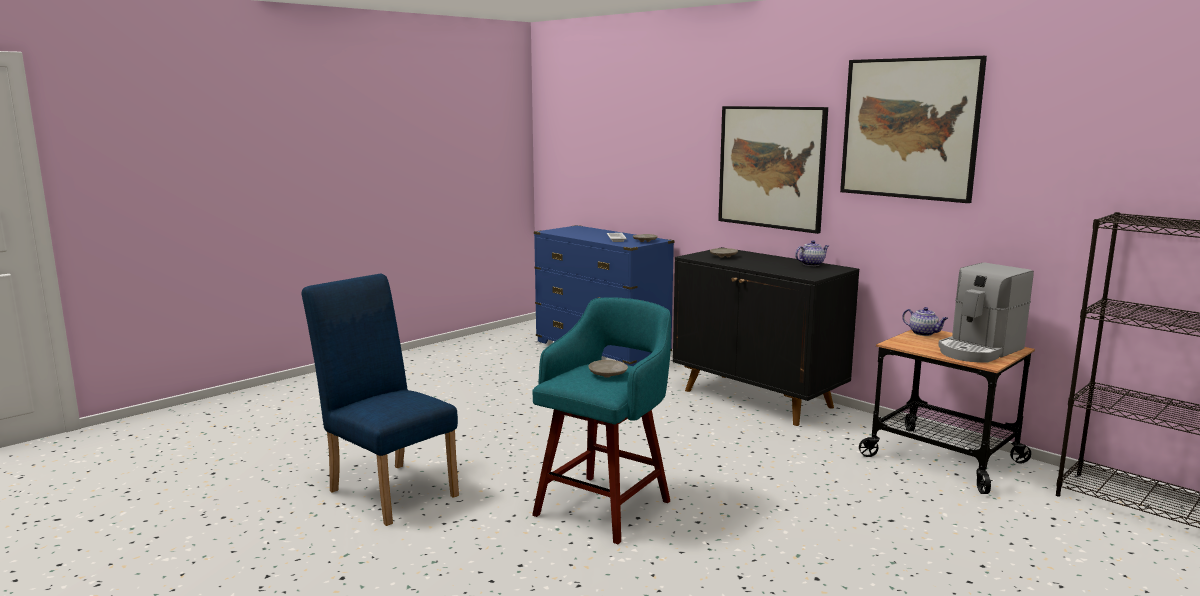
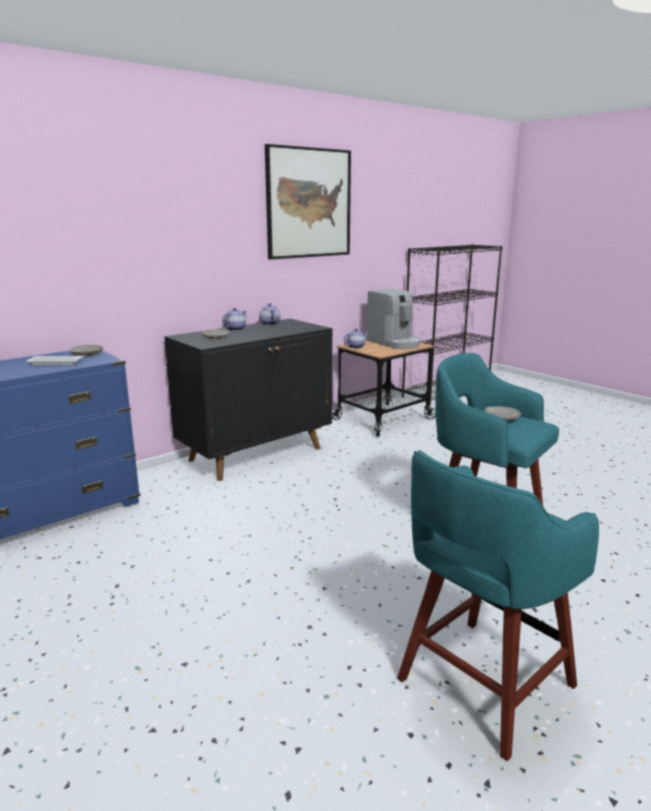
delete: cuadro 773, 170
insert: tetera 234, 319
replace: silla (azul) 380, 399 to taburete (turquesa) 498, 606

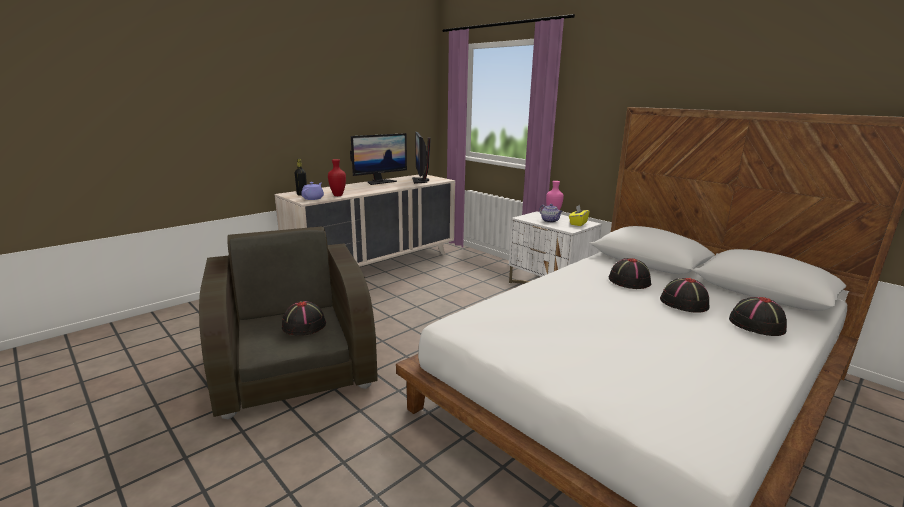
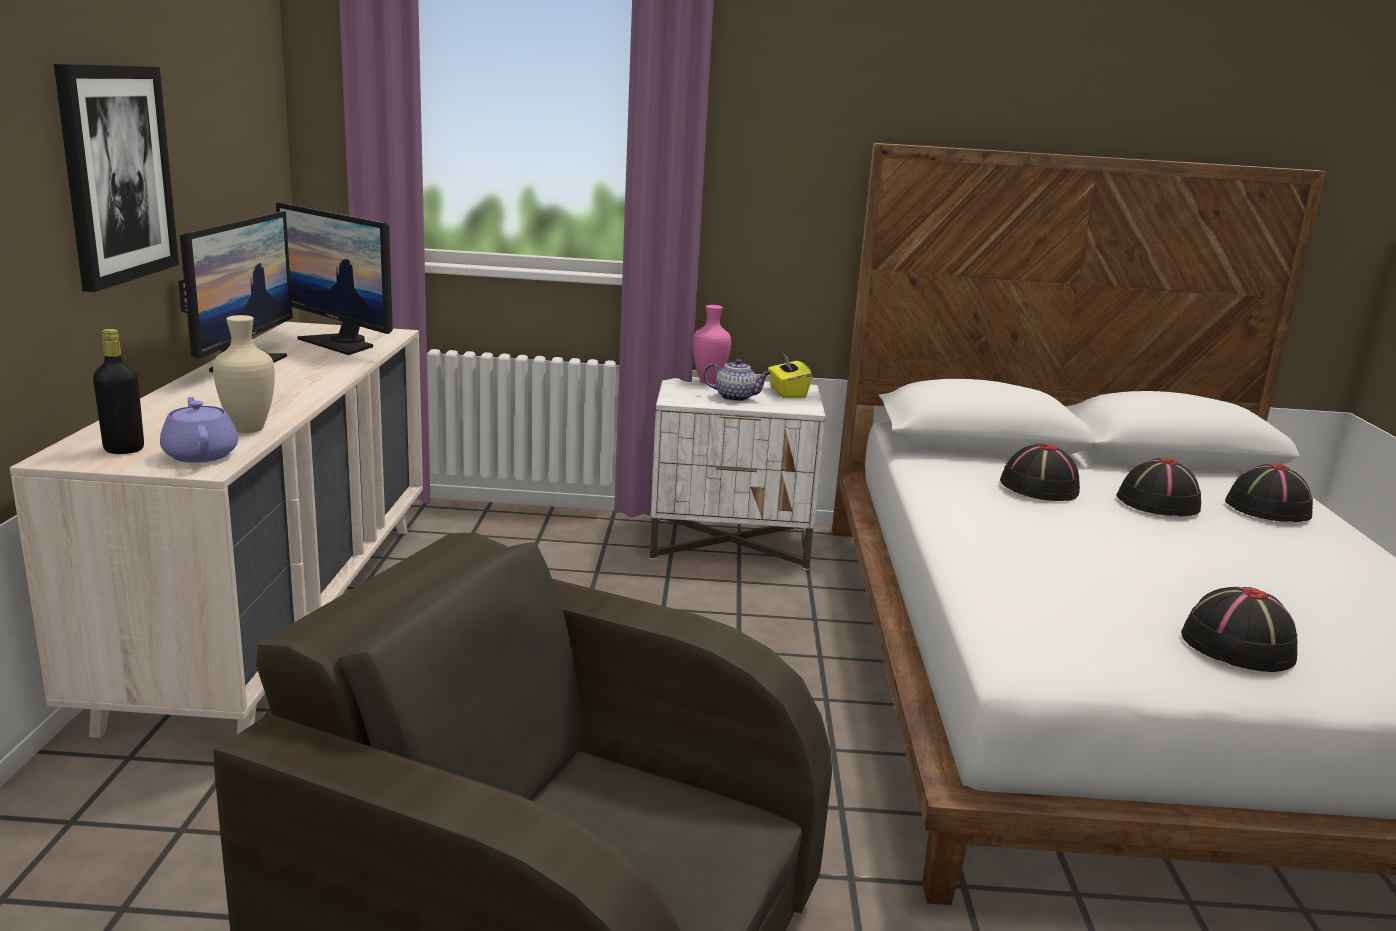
insert: cuadro 116, 178
move: sombrero (negro) 304, 318 to 1239, 629
recolor: florero (rojo) 337, 177 to florero (beis) 244, 374

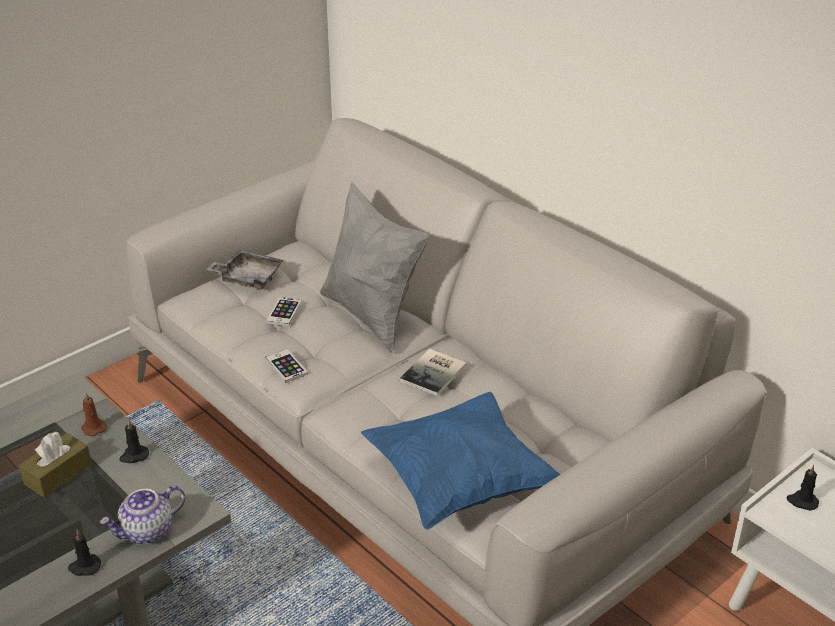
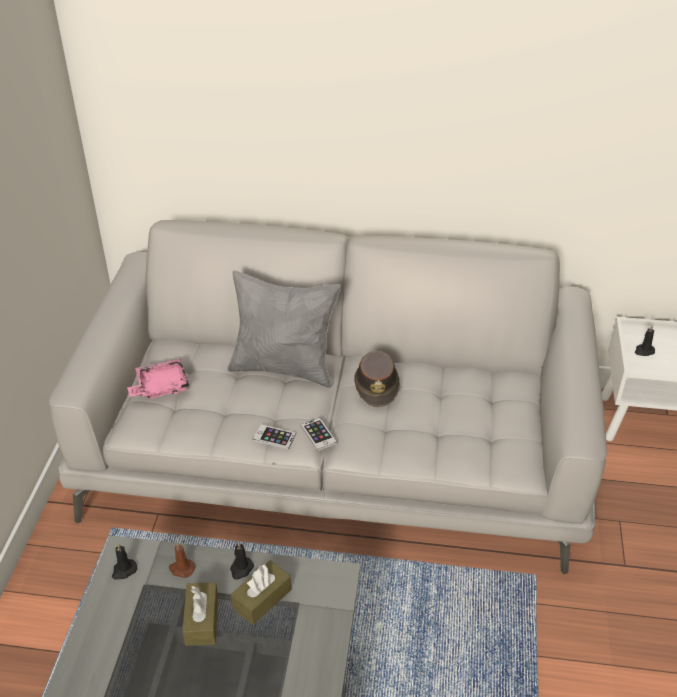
delete: tetera 142, 514; cojín (azul) 460, 461
insert: caja de pañuelos (marrón) 261, 592
move: vela (negro) 84, 553 to 124, 561; móvil 284, 311 to 319, 434
replace: libro 432, 372 to sombrero (marrón) 377, 379
recolor: bandeja (gris) 245, 269 to bandeja (rosa) 158, 379

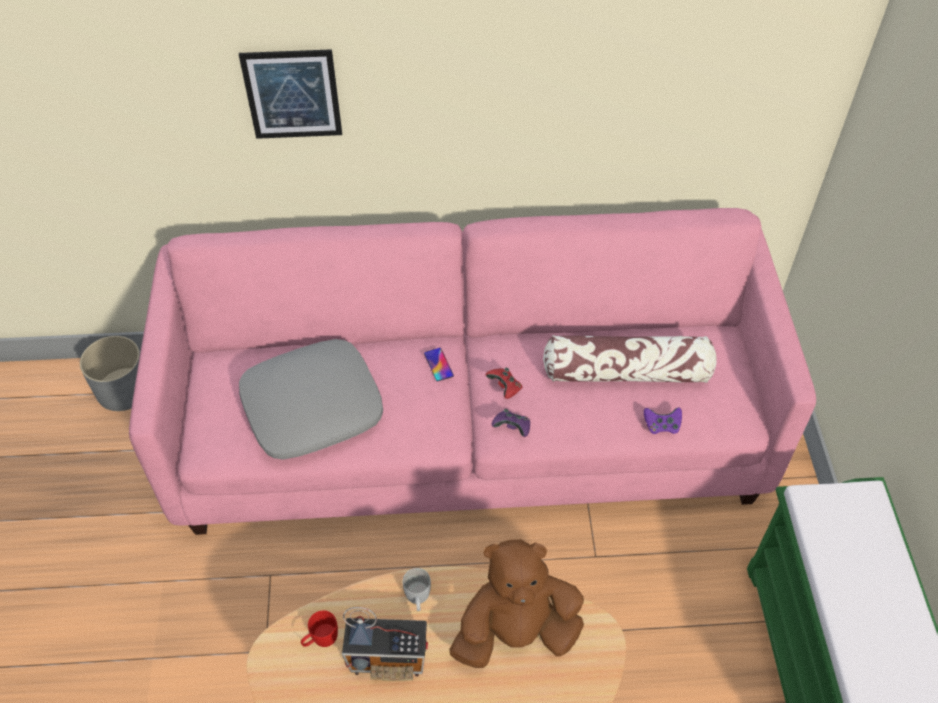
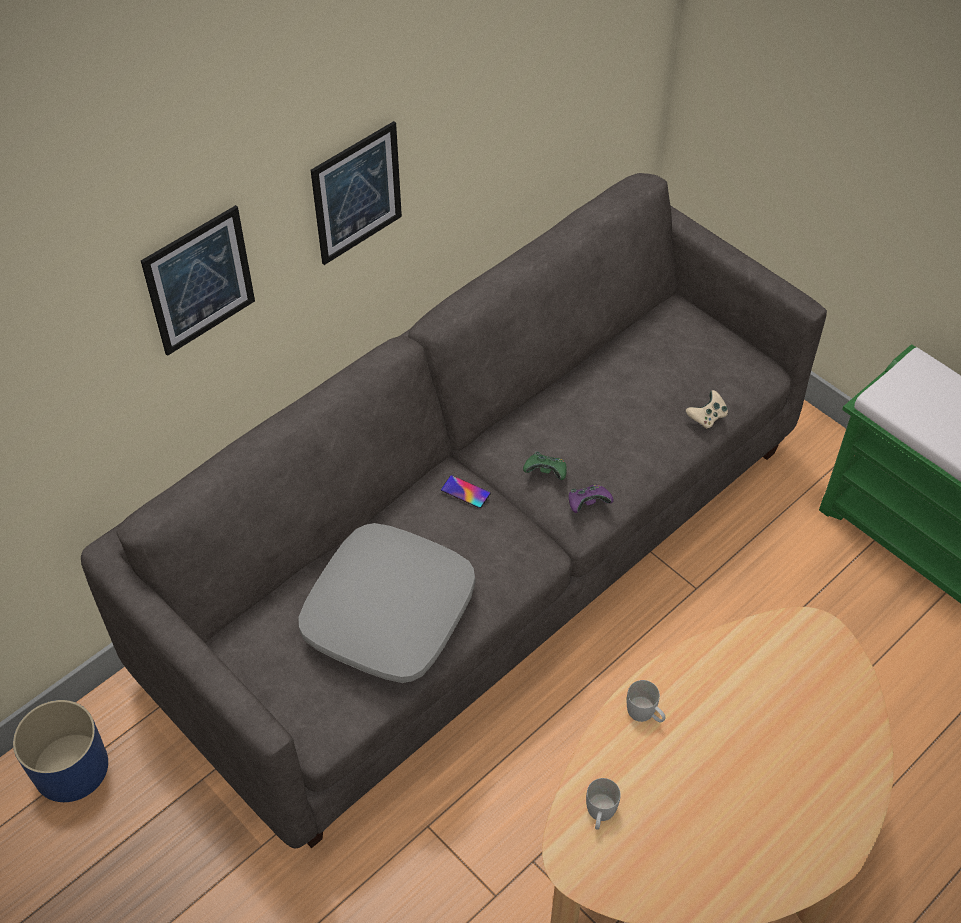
delete: radio 385, 644; peluche (marrón) 516, 603; cojín 630, 359
insert: cuadro 356, 193
recolor: maceta (gris) 110, 373 to maceta (azul) 60, 751; sofá (rosa) 472, 371 to sofá (gris) 454, 511; taza grande (rojo) 319, 628 to taza grande (blanco) 603, 804; mando de consola (rojo) 504, 383 to mando de consola (verde) 545, 466; mando de consola (morado) 663, 421 to mando de consola (beis) 707, 409

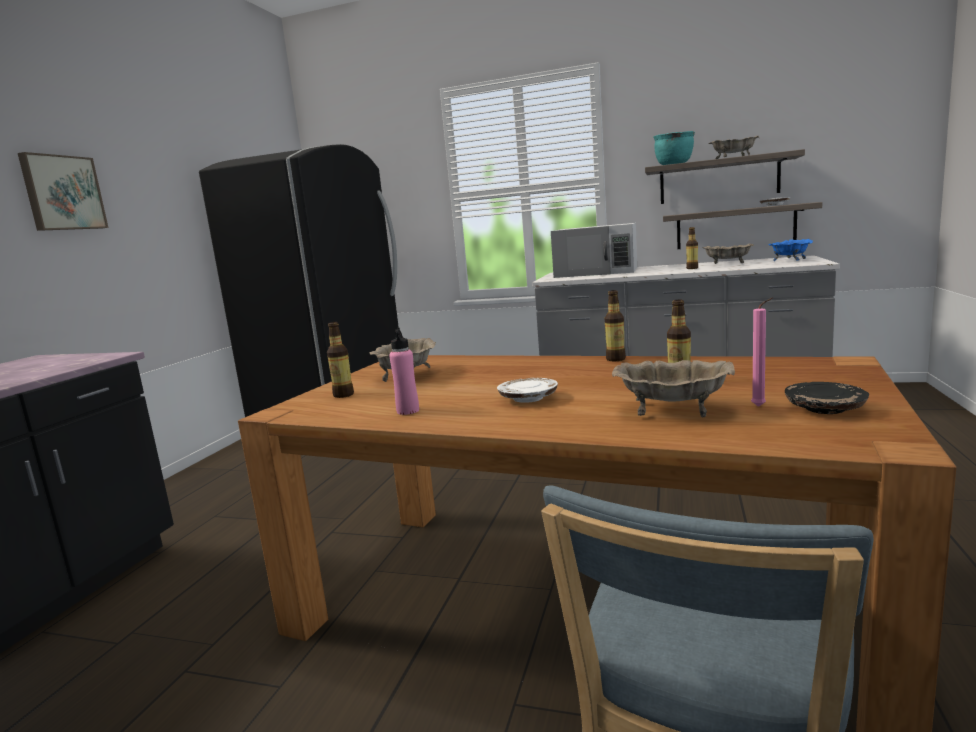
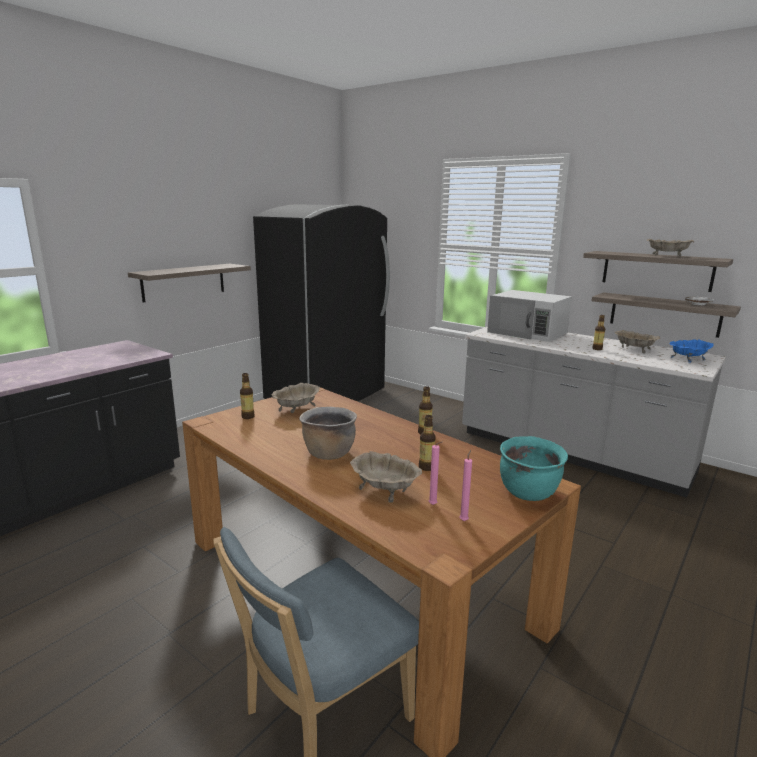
delete: cuadro 63, 191; botella (rosa) 404, 371
insert: estante 189, 283
move: olla (turquesa) 674, 148 to 534, 468
replace: plato (blanco) 527, 390 to olla (marrón) 328, 433; plato (negro) 827, 398 to vela (rosa) 465, 485

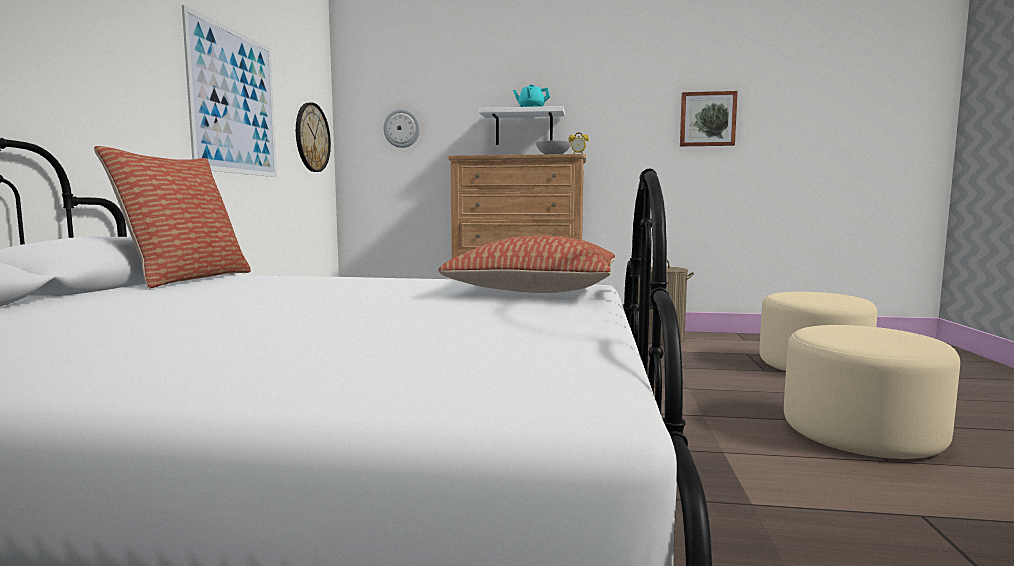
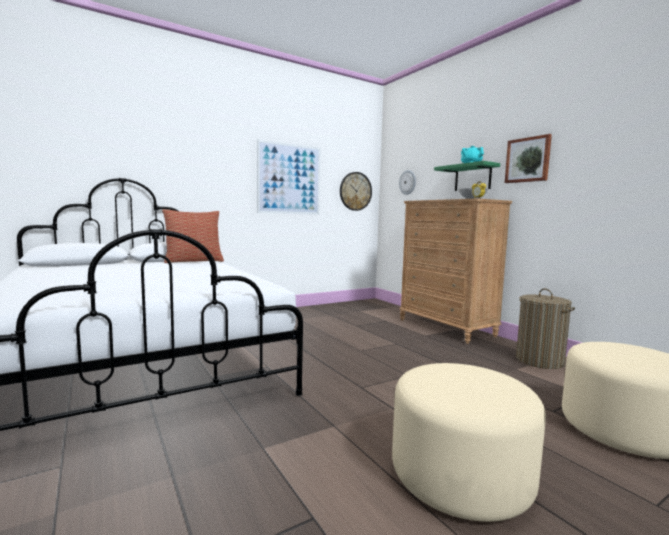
delete: cojín 526, 264
move: cuadro 709, 118 to 528, 158
recolor: estante (blanco) 522, 125 to estante (verde) 467, 176

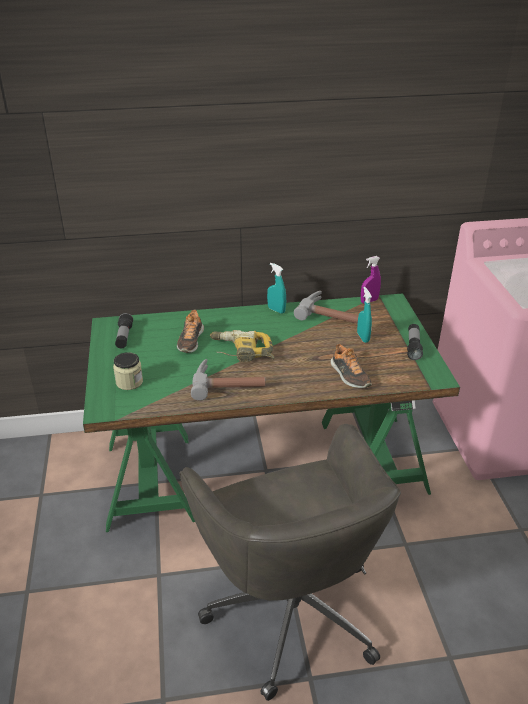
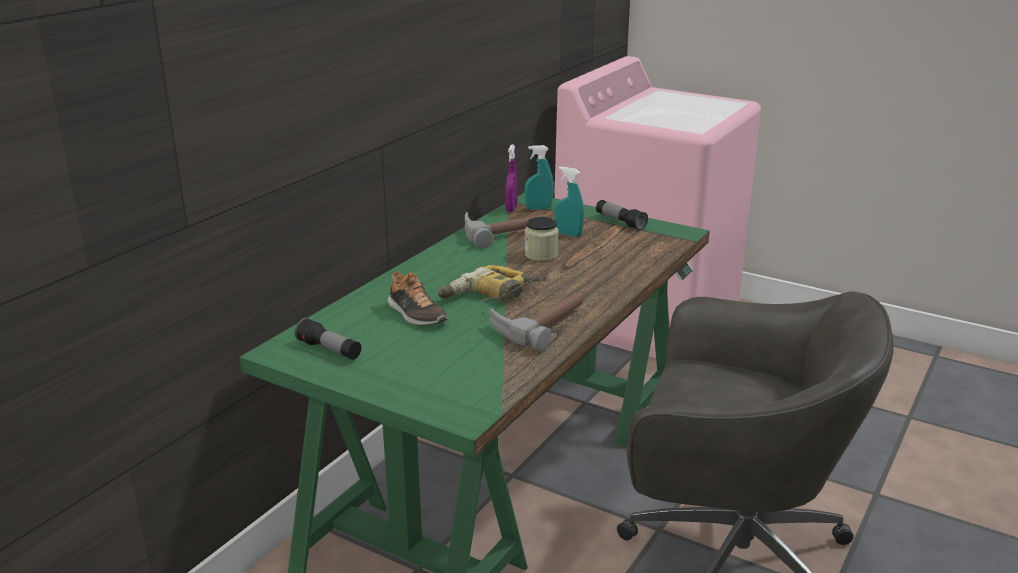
delete: zapato 351, 365
move: tarro 128, 371 to 541, 239; pulverizador (turquesa) 276, 288 to 539, 177

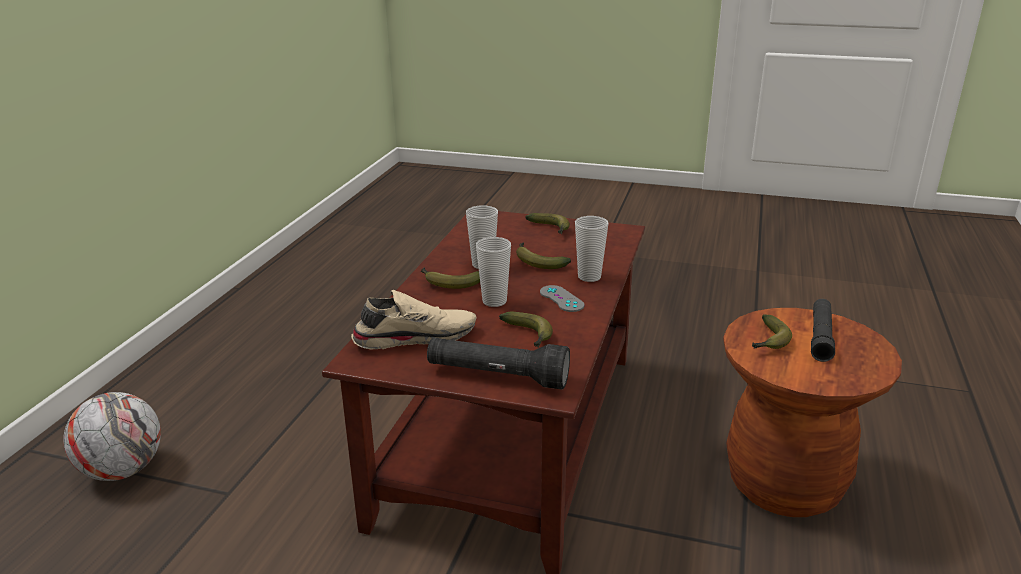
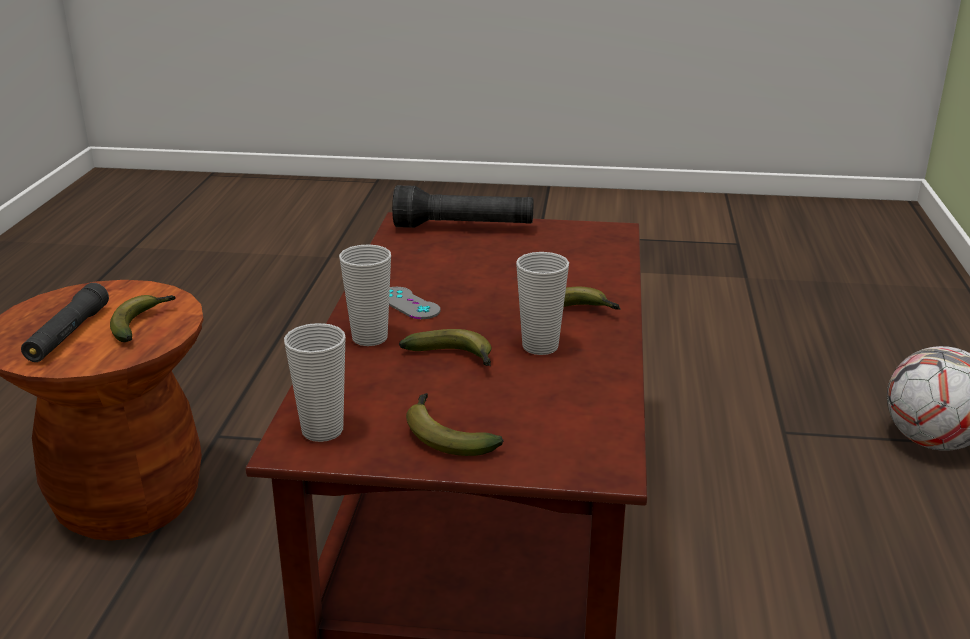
delete: zapato (beis) 414, 320; plátano 526, 330
move: taza 493, 272 to 314, 382

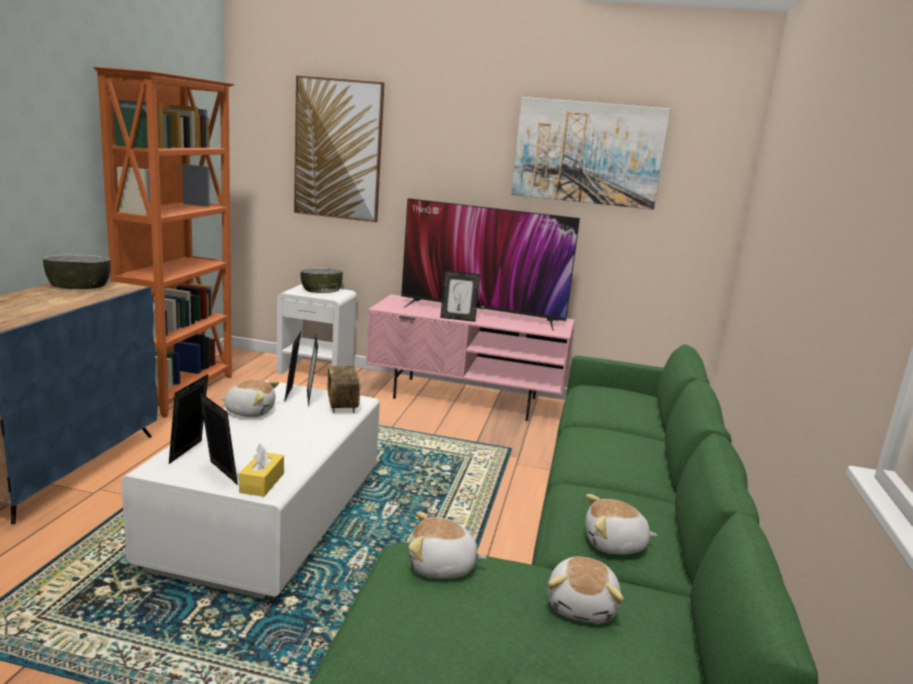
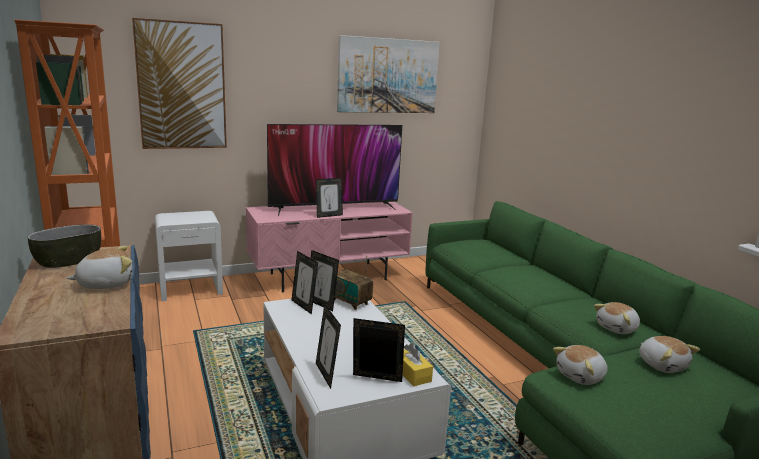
delete: cuenco 321, 280
move: peluche 250, 398 to 100, 267

